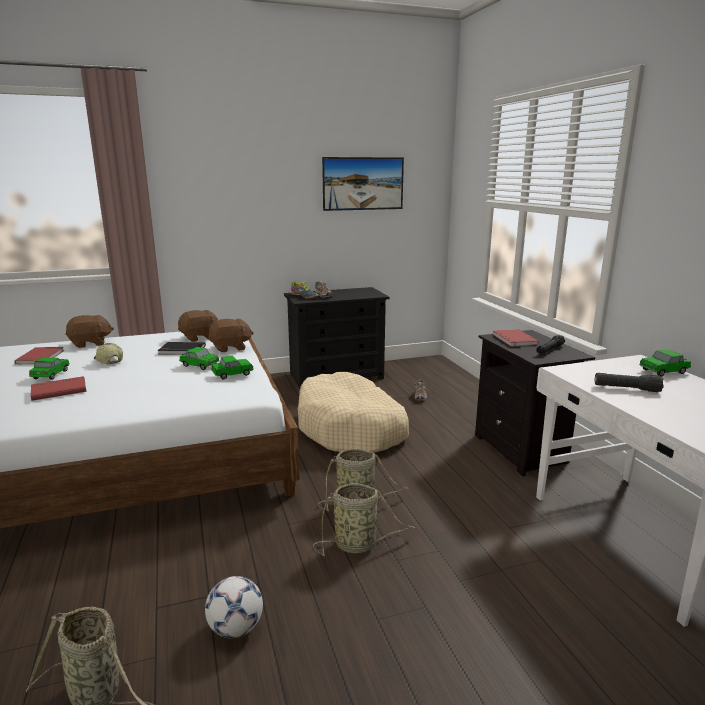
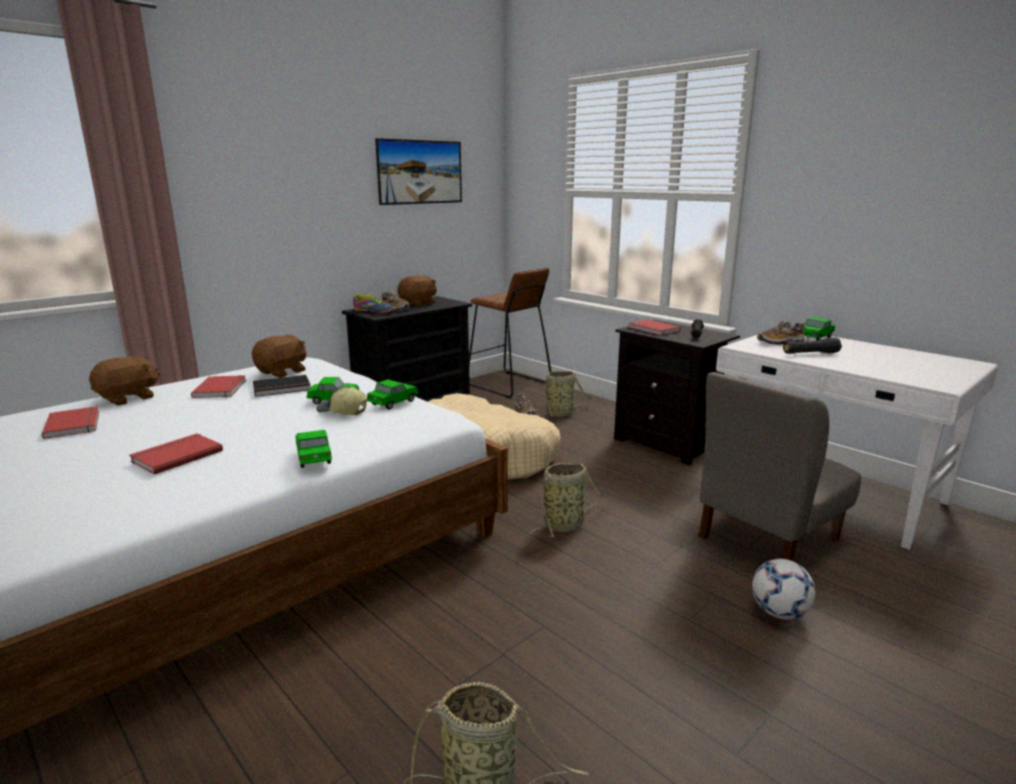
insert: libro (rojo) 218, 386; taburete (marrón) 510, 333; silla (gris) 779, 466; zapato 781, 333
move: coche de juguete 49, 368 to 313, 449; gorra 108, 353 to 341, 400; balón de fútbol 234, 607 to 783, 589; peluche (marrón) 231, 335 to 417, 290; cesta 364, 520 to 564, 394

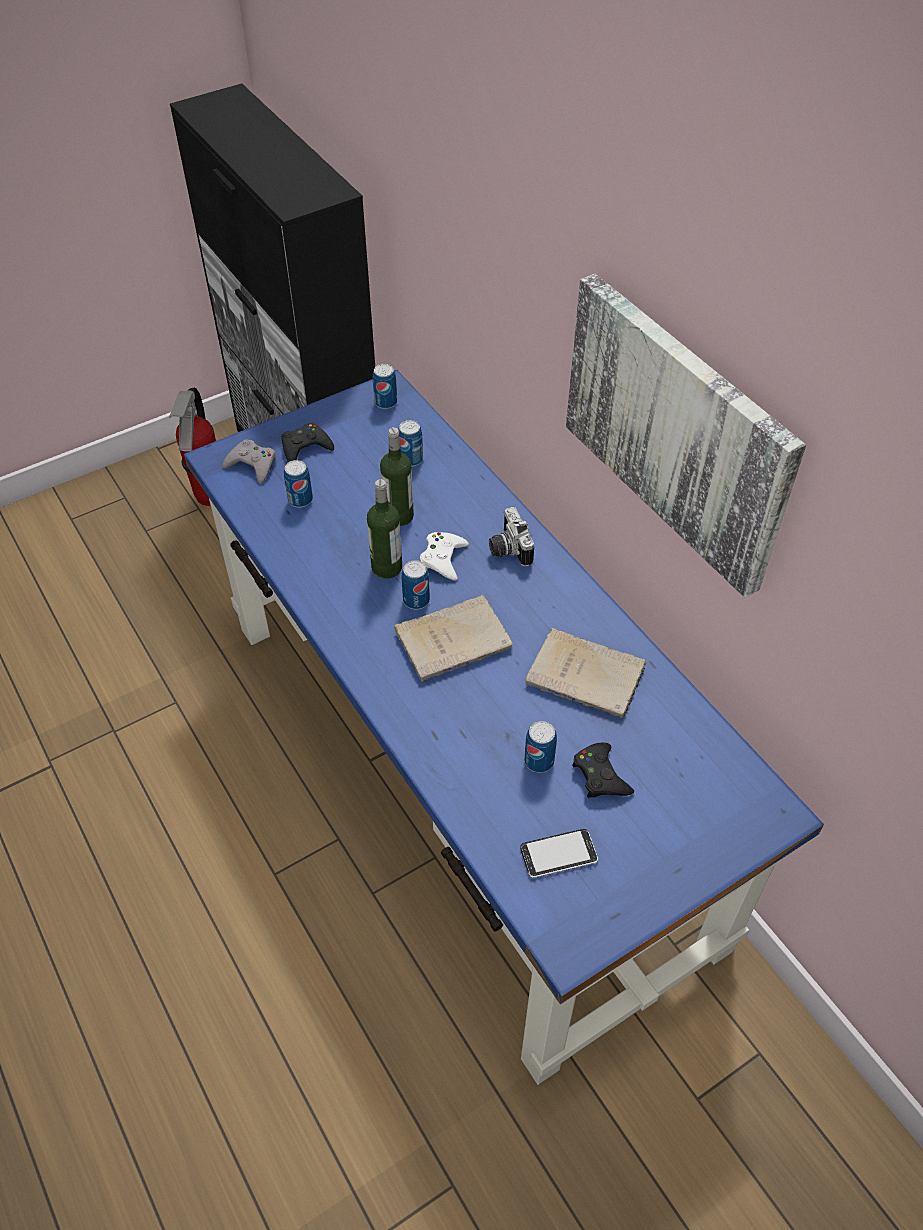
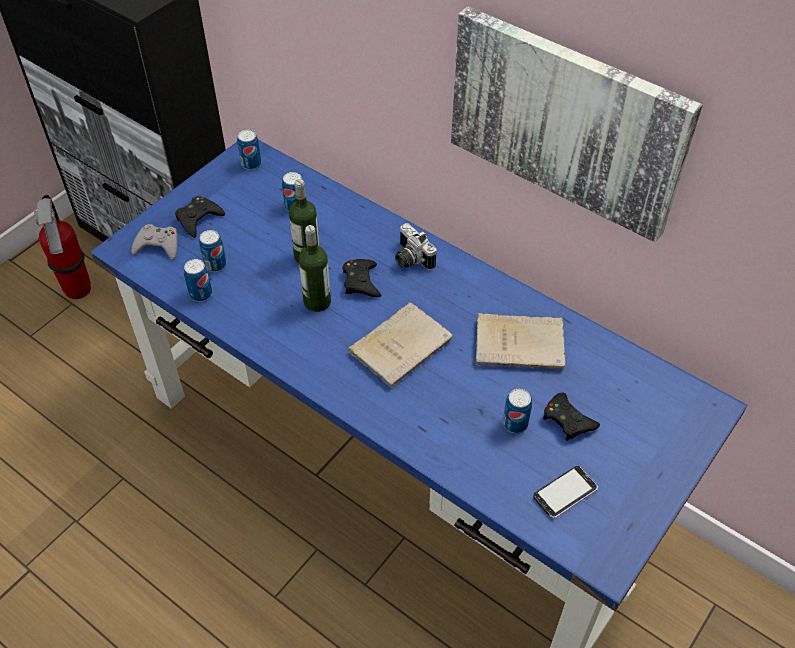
move: lata 416, 585 to 198, 280
recolor: mando de consola (blanco) 444, 556 to mando de consola (negro) 361, 278

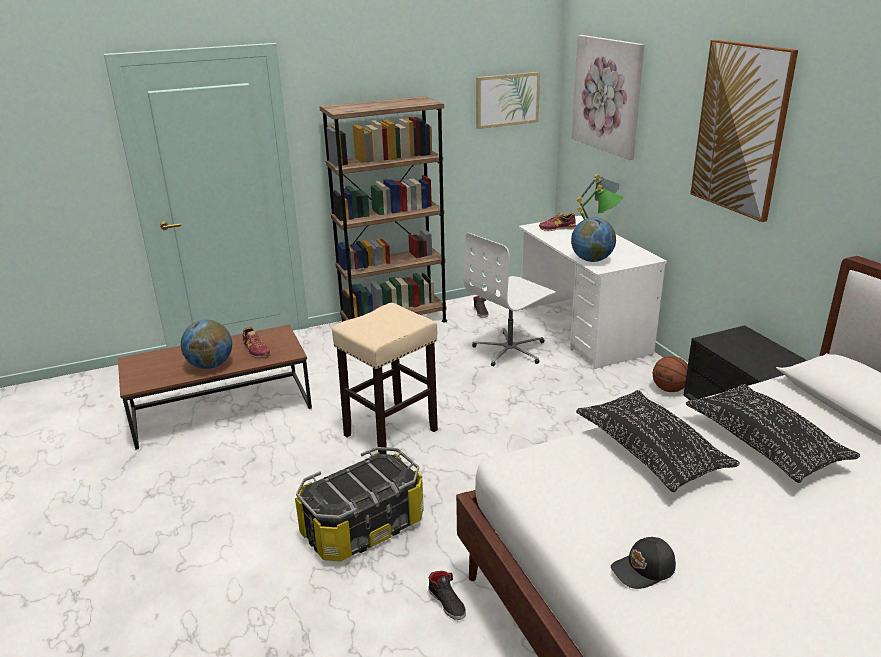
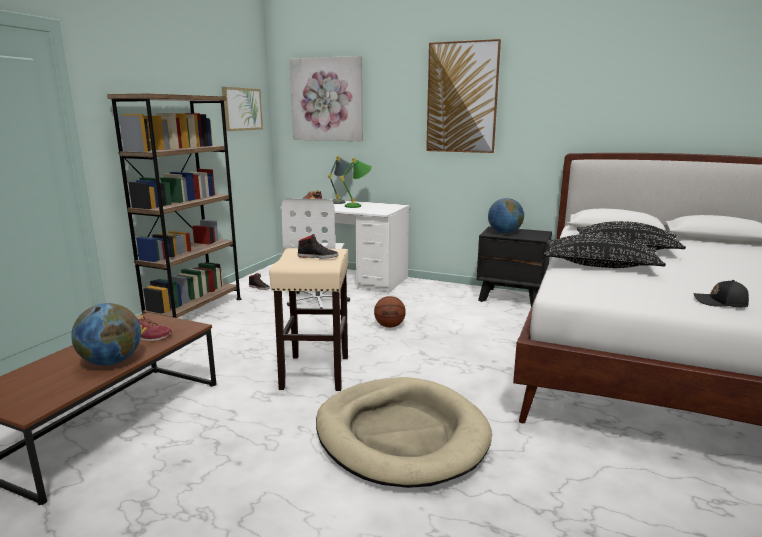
move: zapato (negro) 447, 595 to 318, 246; globo terráqueo 593, 239 to 506, 216; balón de baloncesto 670, 374 to 390, 312
replace: caja de almacenaje 359, 504 to cama para perro (beis) 404, 432
rotate: gorra (negro) 643, 563 = 721, 293 90 degrees clockwise

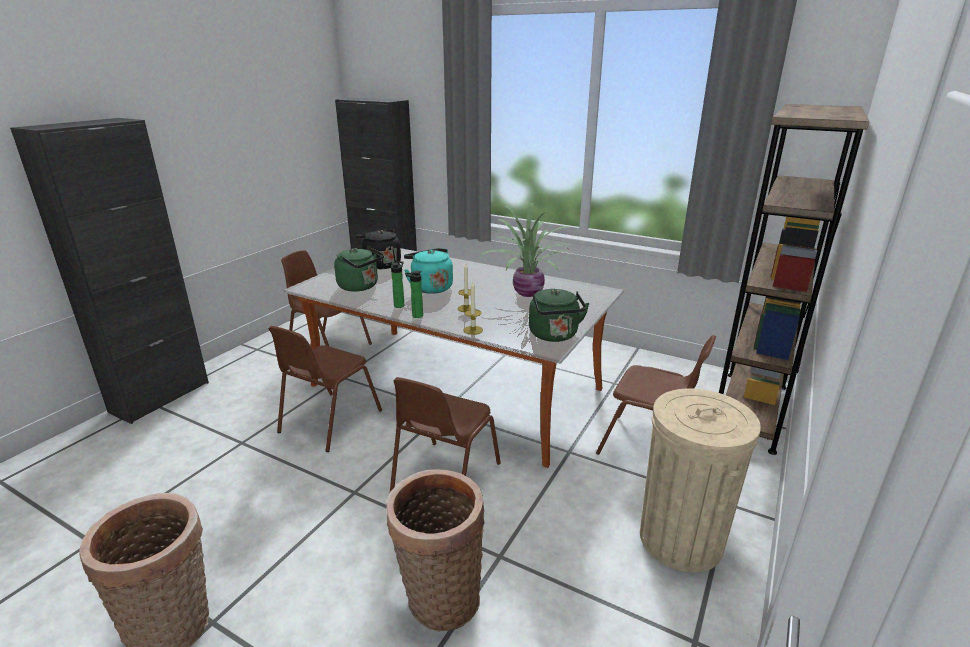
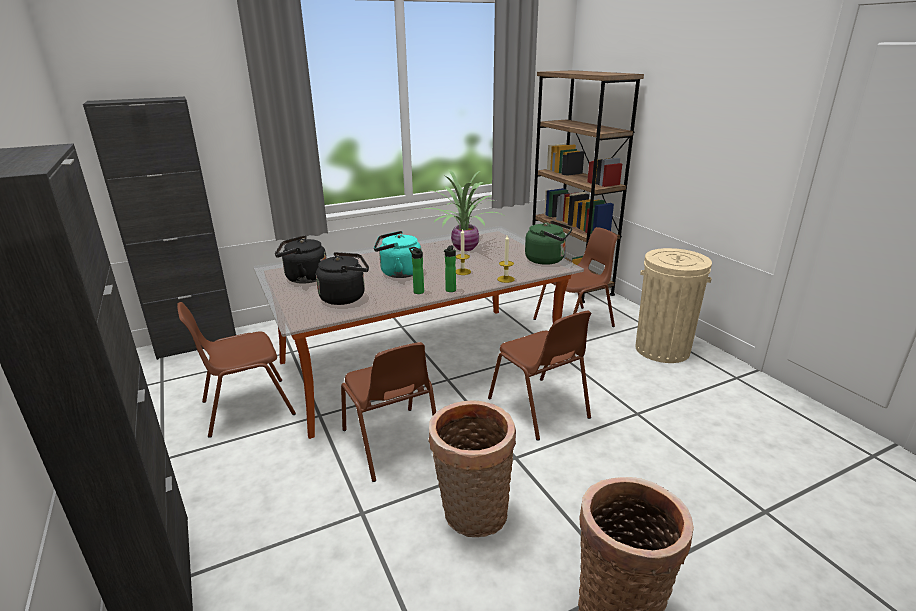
move: cesta 435, 550 to 472, 468
recolor: hervidor (verde) 359, 269 to hervidor (negro) 342, 278

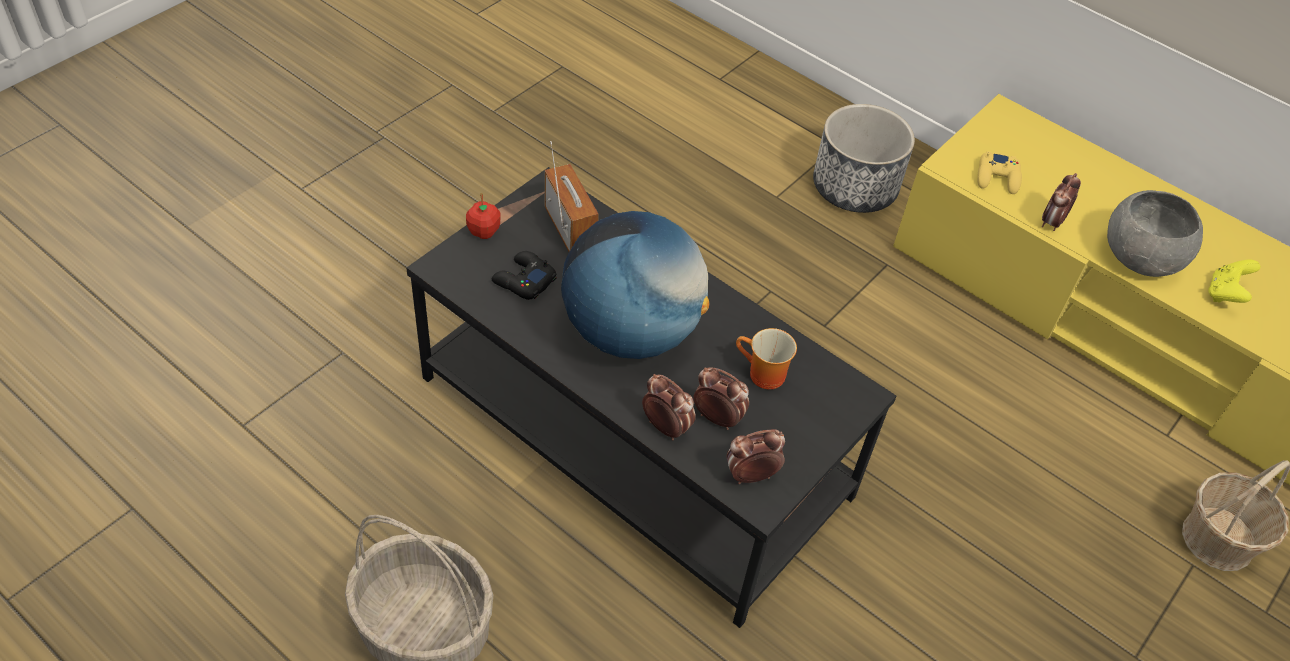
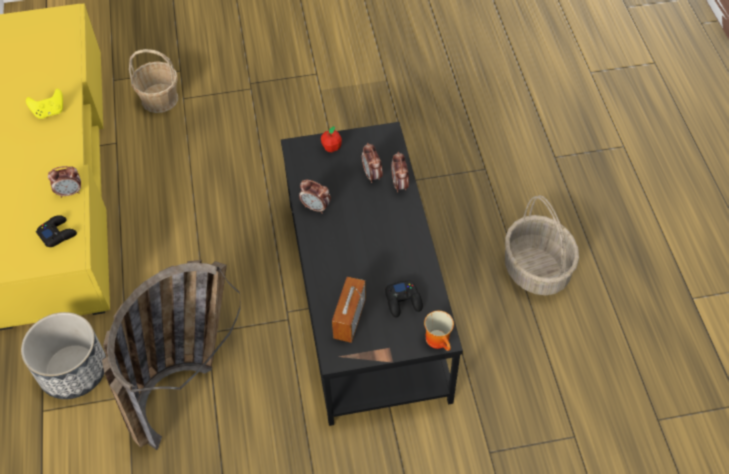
delete: globo terráqueo 635, 285; cuenco (gris) 1155, 233
insert: cesta 171, 355
move: manzana 483, 216 to 331, 139; despertador 756, 456 to 315, 197; taza grande 766, 358 to 439, 331
recolor: mando de consola (amarillo) 999, 172 to mando de consola (negro) 56, 231

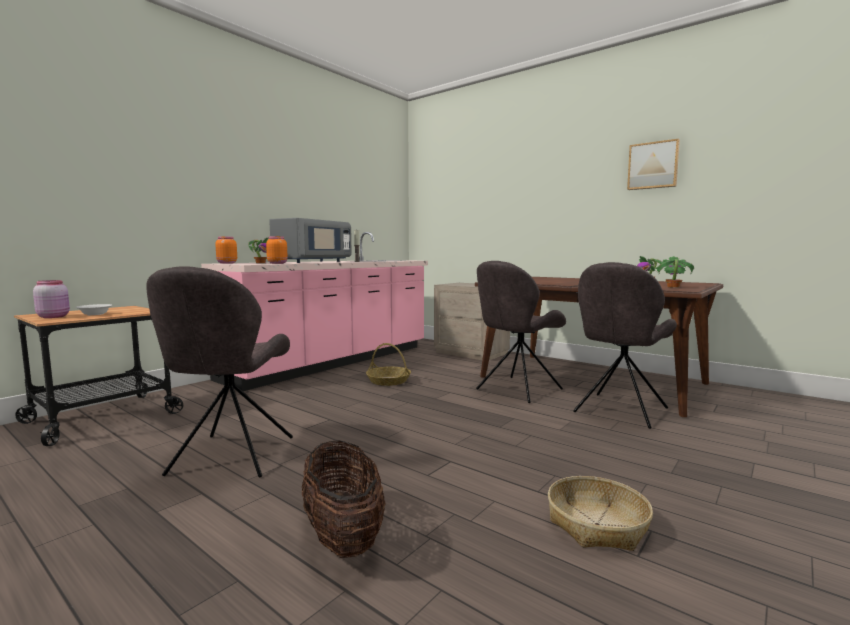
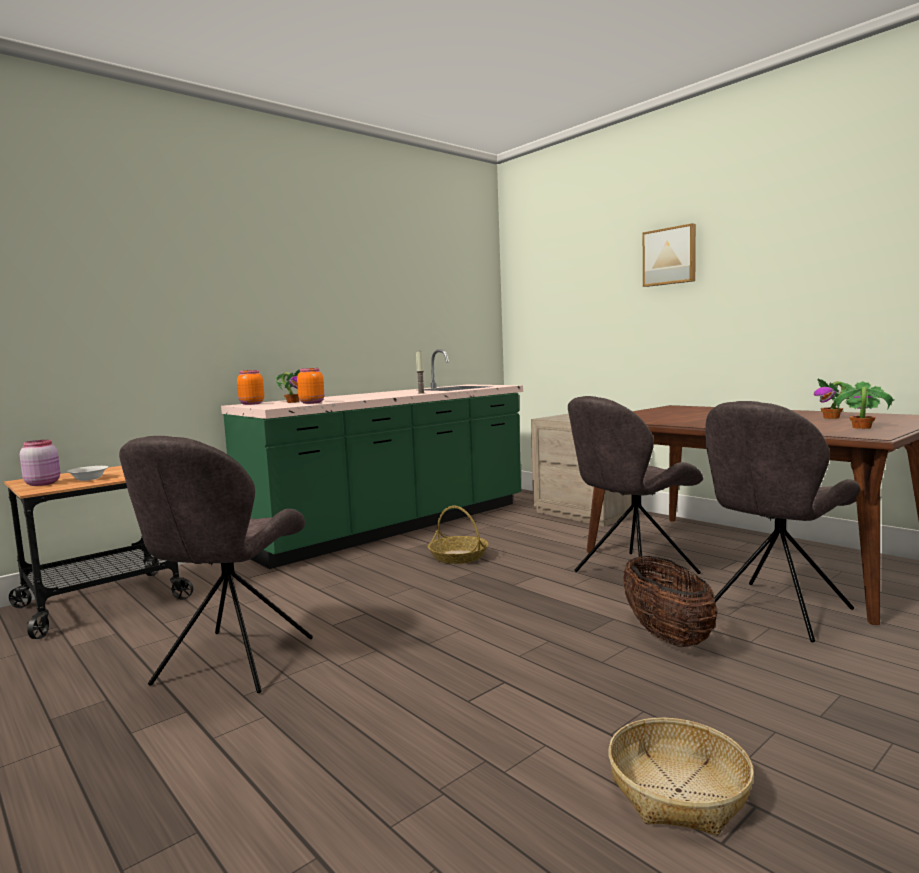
delete: microondas (gris) 310, 240
move: cesta 344, 499 to 670, 601; cuadro 653, 164 to 669, 255
recolor: mueble bajo de cocina (rosa) 314, 311 to mueble bajo de cocina (verde) 372, 459

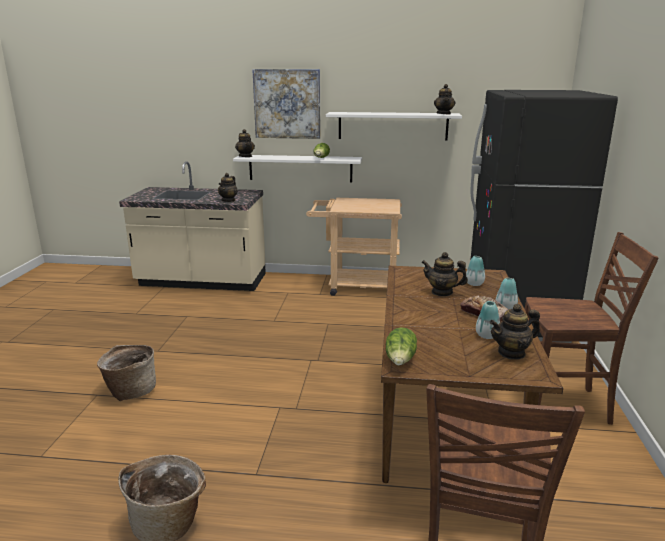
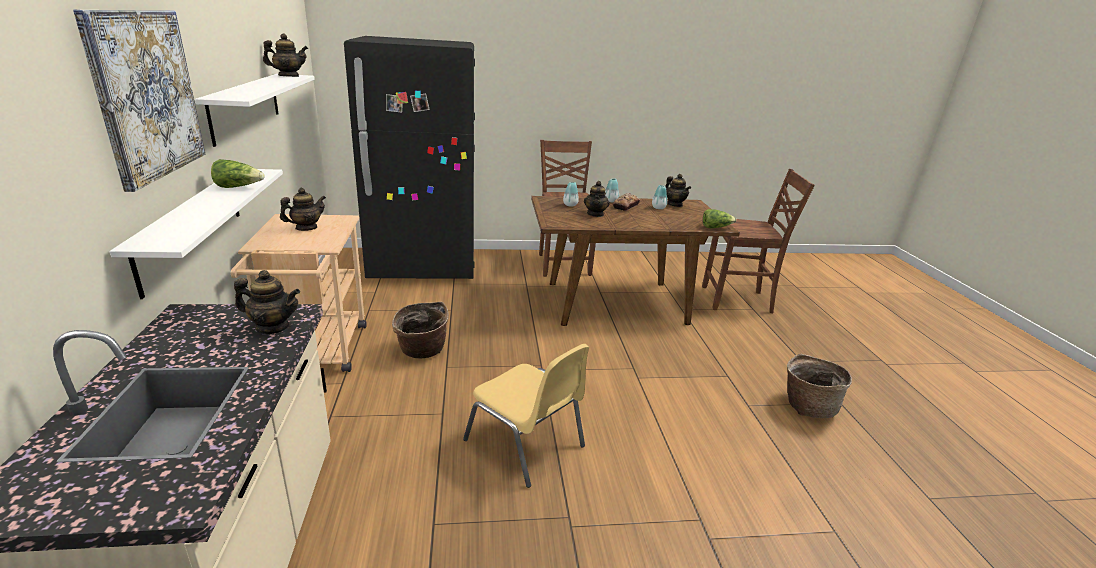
insert: silla (amarillo) 526, 416
move: cesta 126, 373 to 420, 330; tetera 245, 143 to 303, 209

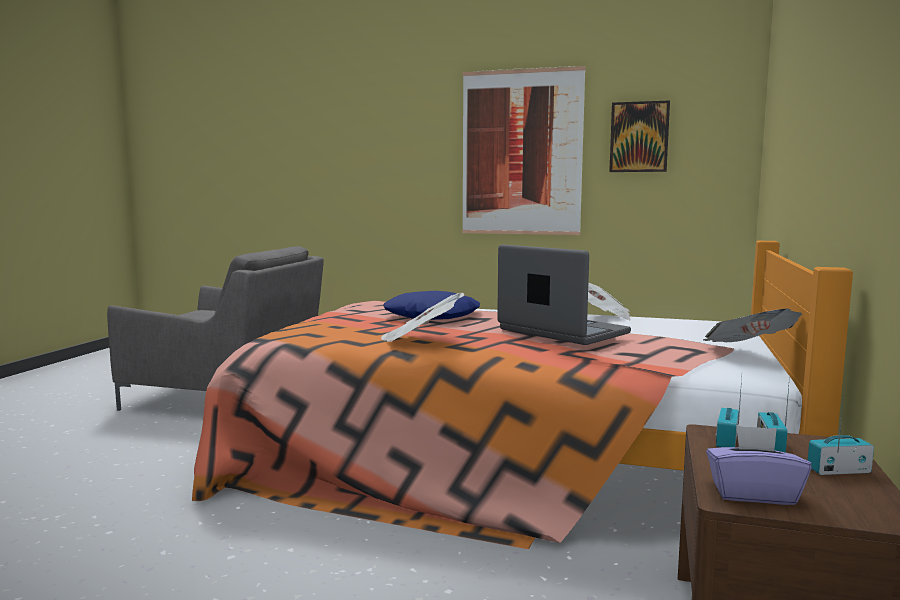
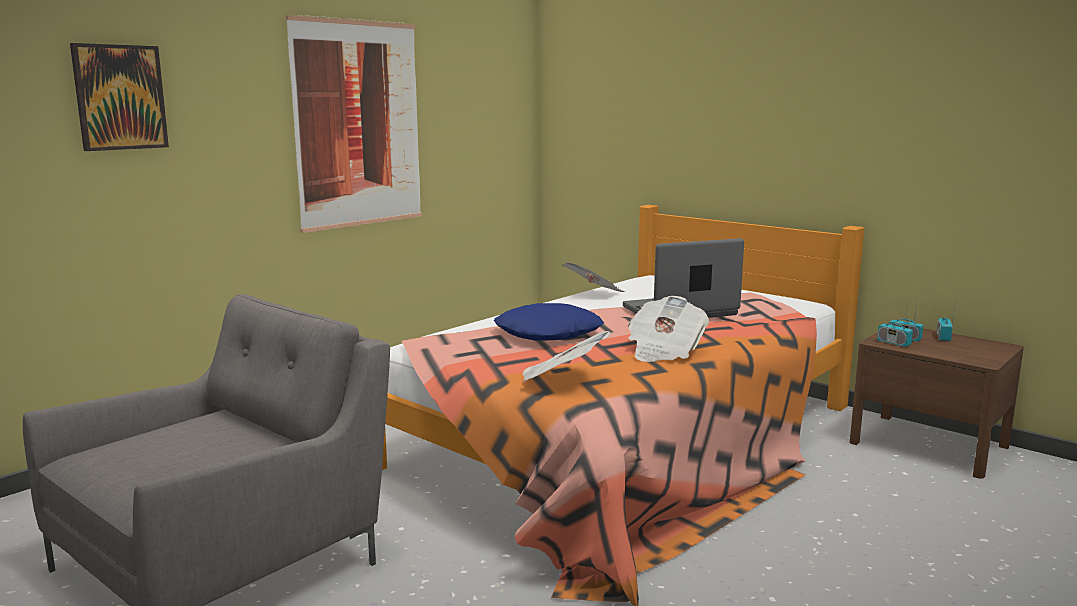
delete: caja de pañuelos (morado) 759, 465
move: cuadro 639, 136 to 119, 97; periódico 752, 325 to 566, 356

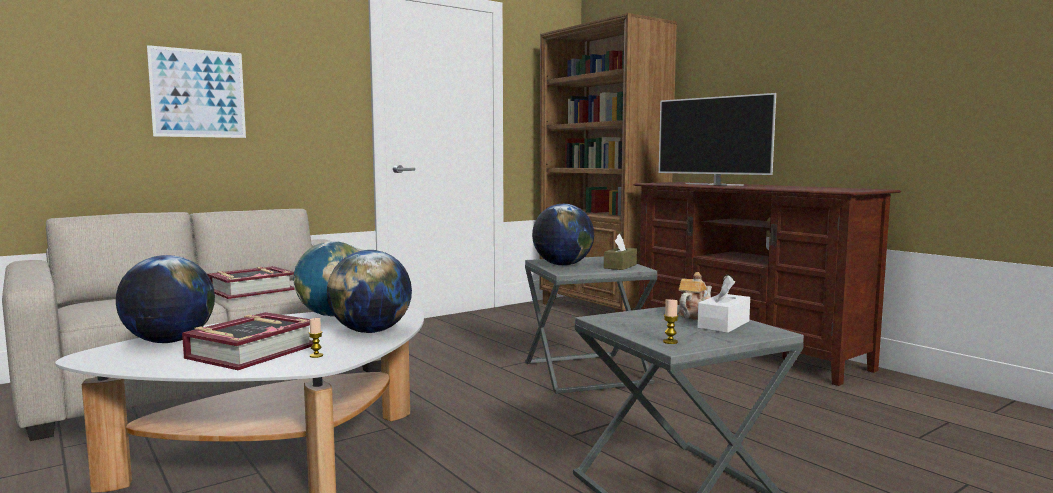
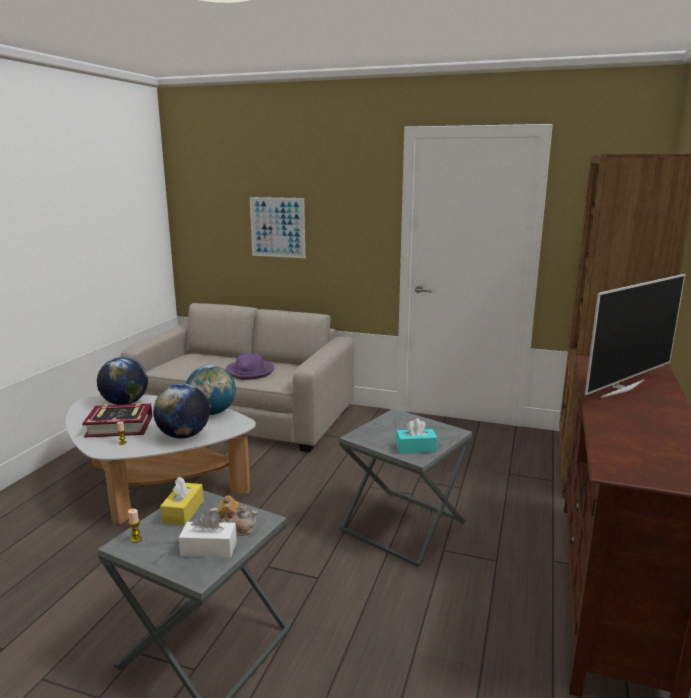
delete: globo terráqueo 563, 235
insert: caja de pañuelos (amarillo) 182, 501
replace: libro 251, 282 to sombrero (morado) 250, 367
recolor: caja de pañuelos (marrón) 620, 252 to caja de pañuelos (turquesa) 416, 436
rotate: televisor 717, 139 = 635, 336 135 degrees counterclockwise

